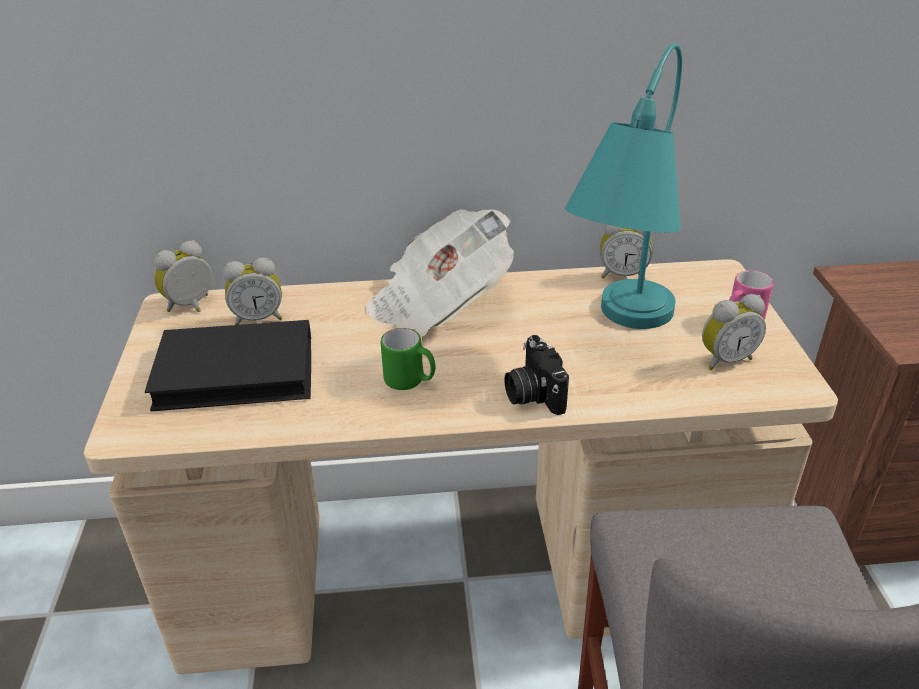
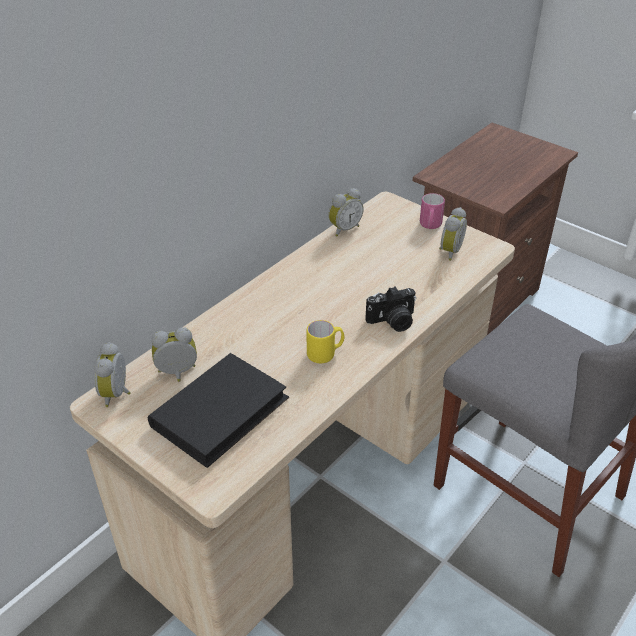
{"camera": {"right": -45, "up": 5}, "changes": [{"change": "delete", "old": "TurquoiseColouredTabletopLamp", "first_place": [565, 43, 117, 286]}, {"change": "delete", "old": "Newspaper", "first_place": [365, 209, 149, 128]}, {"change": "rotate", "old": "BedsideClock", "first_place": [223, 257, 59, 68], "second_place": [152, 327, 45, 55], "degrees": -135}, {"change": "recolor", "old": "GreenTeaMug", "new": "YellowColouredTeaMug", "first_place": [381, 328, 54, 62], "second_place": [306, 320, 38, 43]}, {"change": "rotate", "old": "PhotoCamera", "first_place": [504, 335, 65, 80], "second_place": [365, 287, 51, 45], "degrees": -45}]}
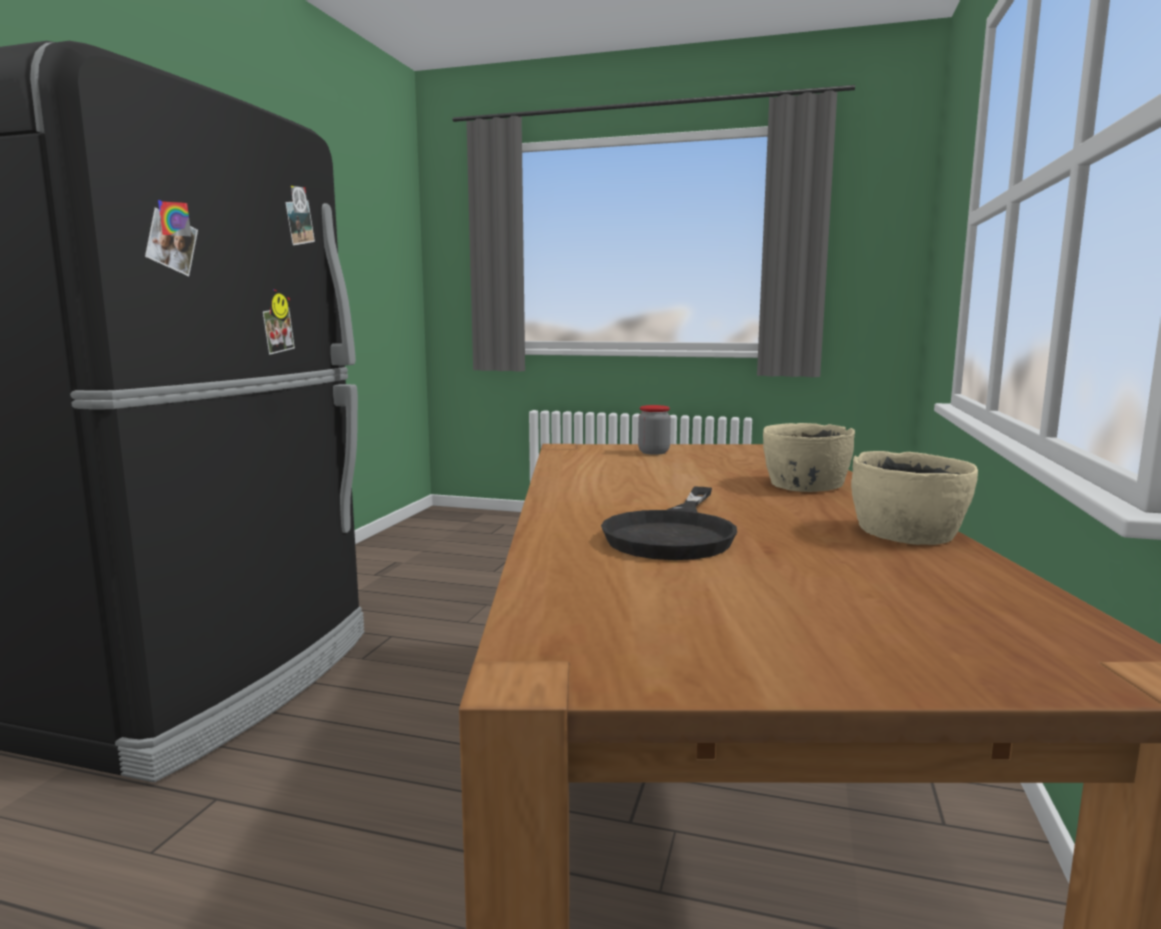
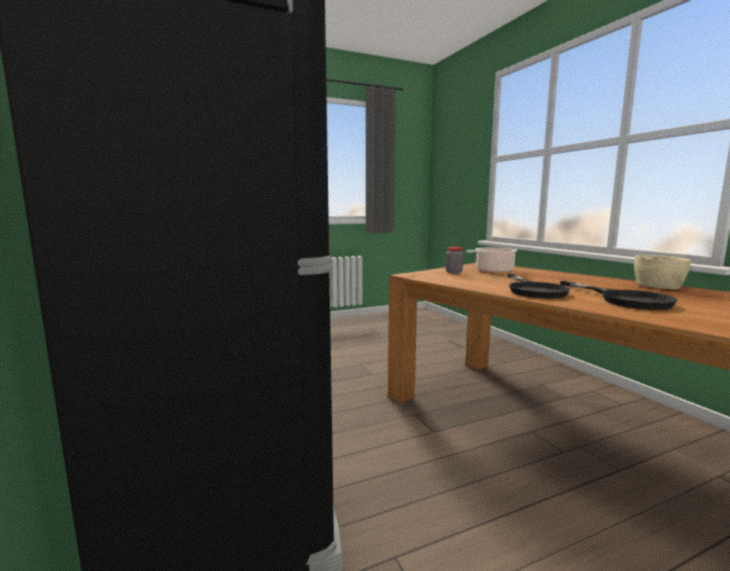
{"camera": {"right": -40, "up": 0}, "changes": [{"change": "delete", "old": "BeigeColouredServingBowl", "first_place": [763, 423, 92, 69]}, {"change": "insert", "new": "Saucepot", "second_place": [466, 248, 51, 25]}, {"change": "insert", "new": "BlackColouredPan", "second_place": [507, 274, 63, 25]}]}
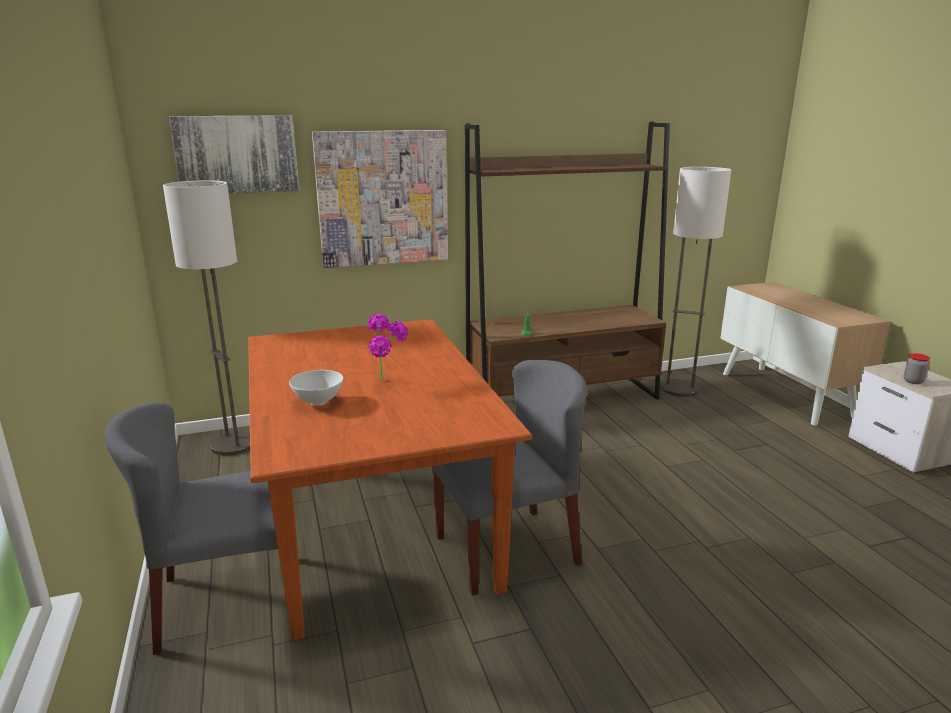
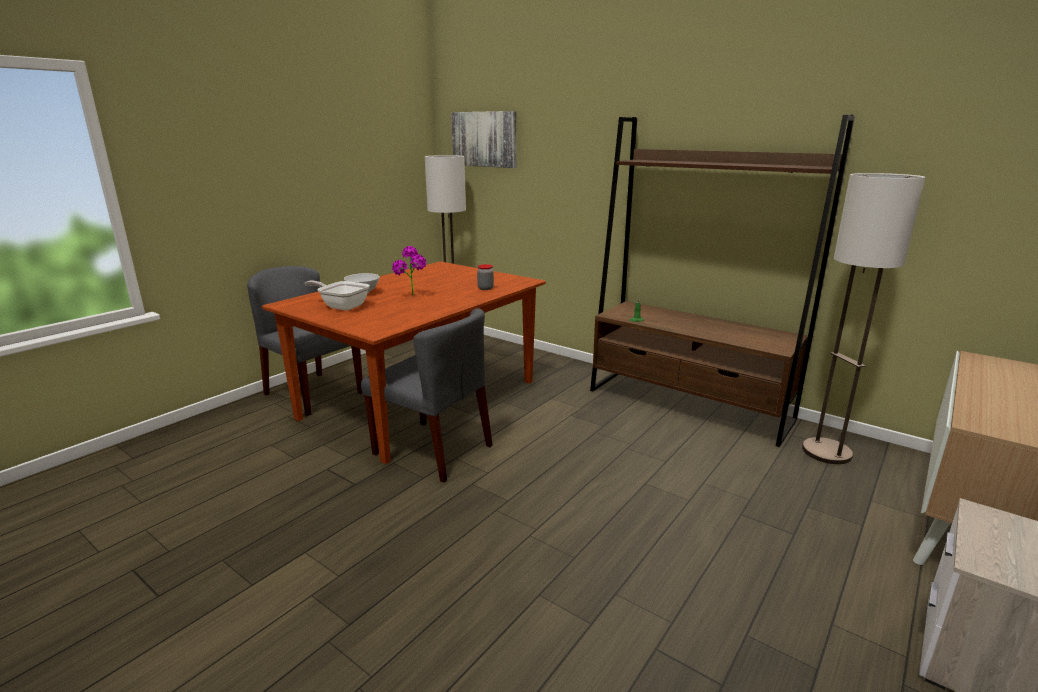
{"camera": {"right": 55, "up": 0}, "changes": [{"change": "delete", "old": "Picture", "first_place": [312, 130, 136, 138]}, {"change": "move", "old": "StorageJar", "first_place": [903, 353, 27, 31], "second_place": [477, 264, 17, 26]}, {"change": "insert", "new": "Pan", "second_place": [305, 280, 65, 30]}]}
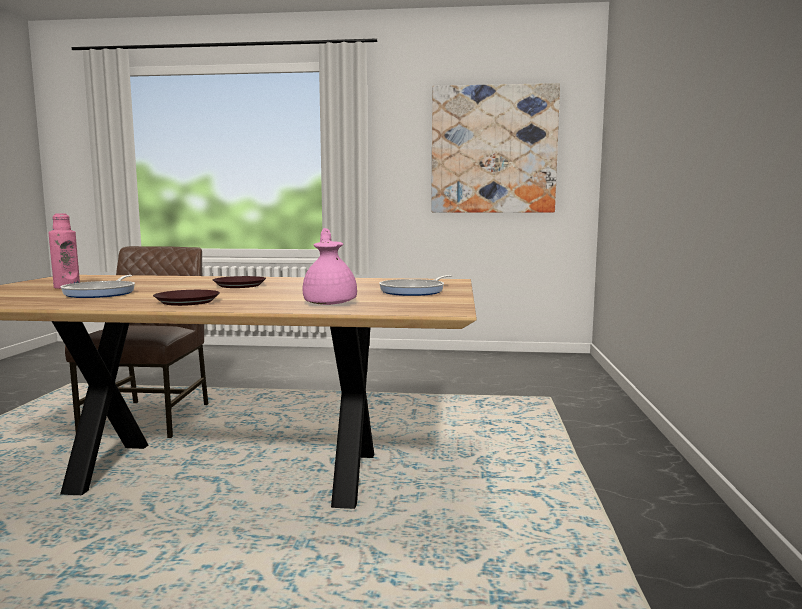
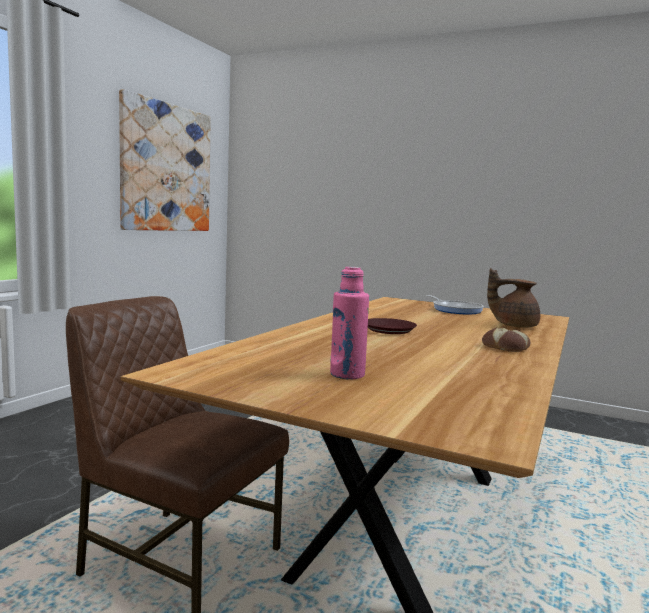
{"camera": {"right": -70, "up": 0}, "changes": [{"change": "recolor", "old": "PinkPotForTea", "new": "BrownColouredPotForTea", "first_place": [302, 228, 55, 77], "second_place": [487, 268, 53, 60]}, {"change": "delete", "old": "Pan", "first_place": [61, 275, 74, 23]}, {"change": "replace", "old": "BrownColouredFlatDish", "new": "BakedBread", "first_place": [153, 290, 67, 16], "second_place": [482, 327, 48, 25]}]}
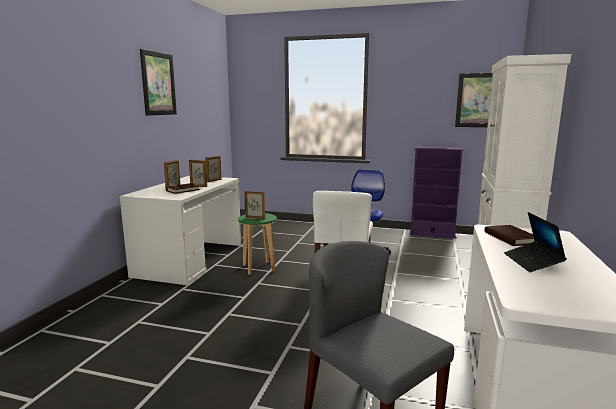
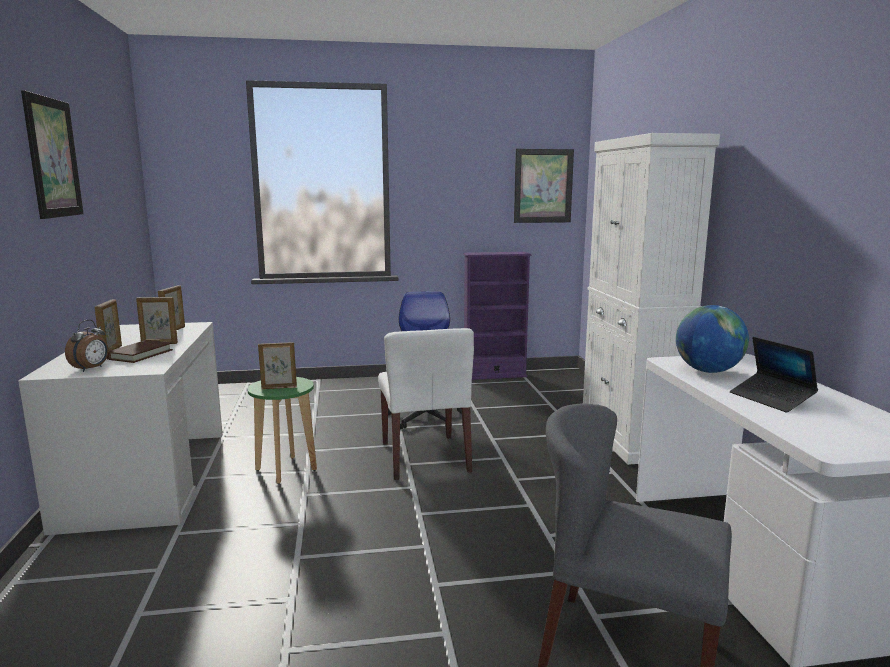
{"camera": {"right": -25, "up": 0}, "changes": [{"change": "replace", "old": "BrownColouredBoundBook", "new": "Globe", "first_place": [484, 225, 50, 21], "second_place": [676, 305, 73, 68]}, {"change": "insert", "new": "BedsideClock", "second_place": [65, 320, 43, 52]}]}
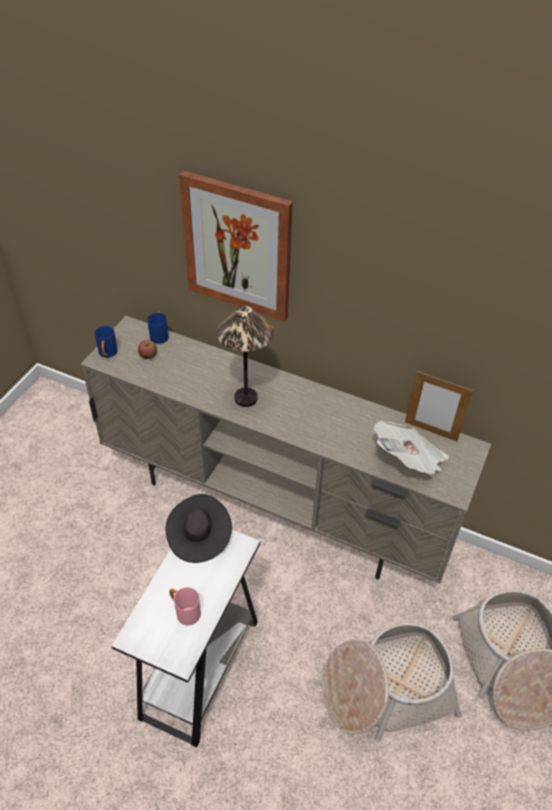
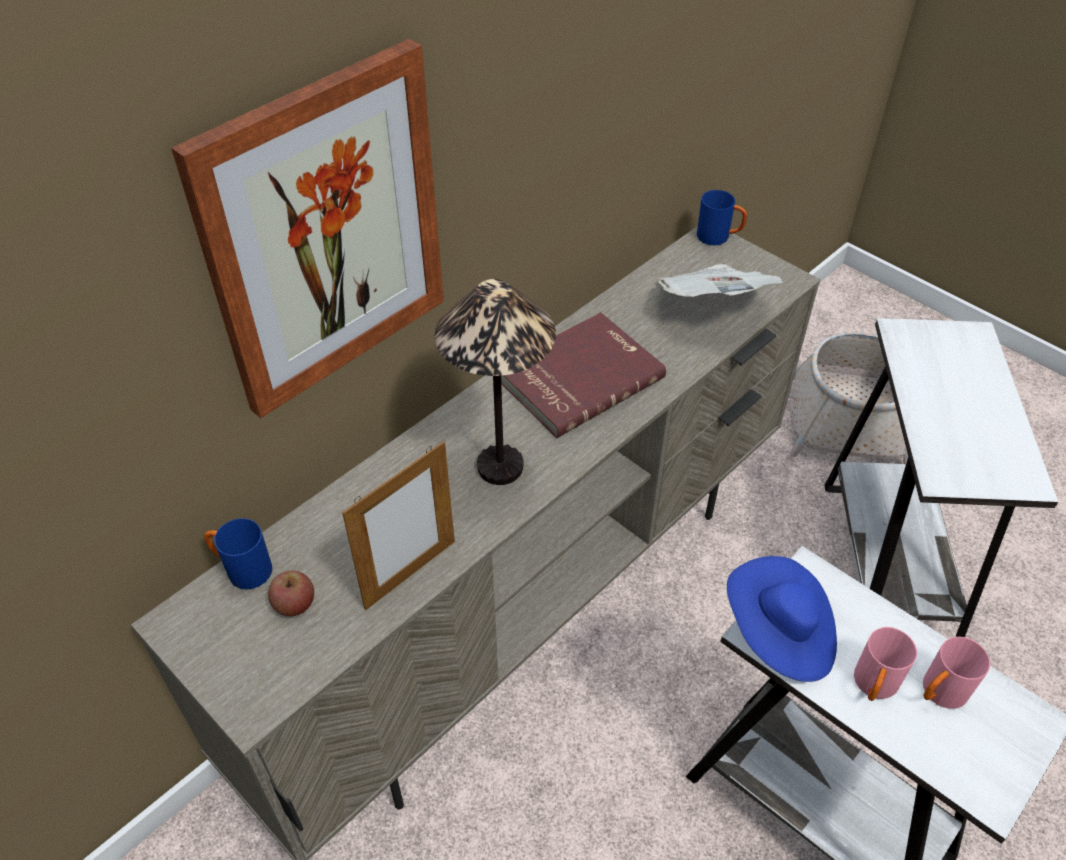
{"camera": {"right": -70, "up": 0}, "changes": [{"change": "move", "old": "BluishTeaMug", "first_place": [95, 326, 23, 32], "second_place": [697, 190, 50, 55]}, {"change": "move", "old": "PictureFrame", "first_place": [405, 371, 68, 70], "second_place": [342, 441, 113, 169]}, {"change": "recolor", "old": "BlackColouredClothingHat", "new": "BluishClothingHat", "first_place": [166, 494, 66, 69], "second_place": [727, 556, 110, 126]}, {"change": "replace", "old": "StorageBasket", "new": "WhitishAccentTable", "first_place": [322, 622, 140, 119], "second_place": [825, 318, 233, 319]}, {"change": "insert", "new": "ReddishBoundBook", "second_place": [501, 313, 165, 125]}, {"change": "insert", "new": "PinkTeaMug", "second_place": [854, 627, 63, 74]}]}
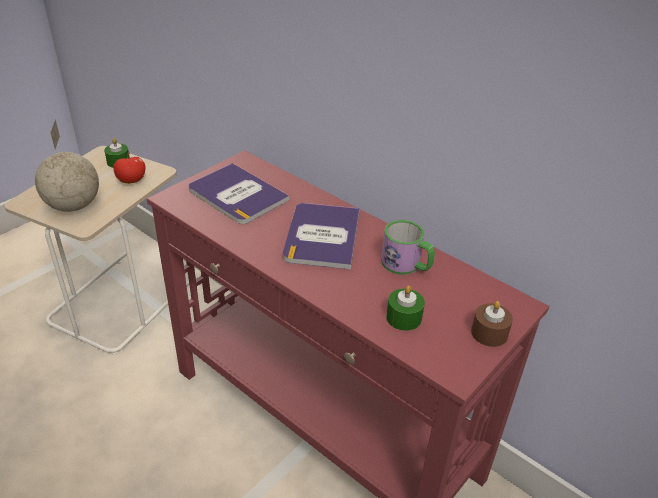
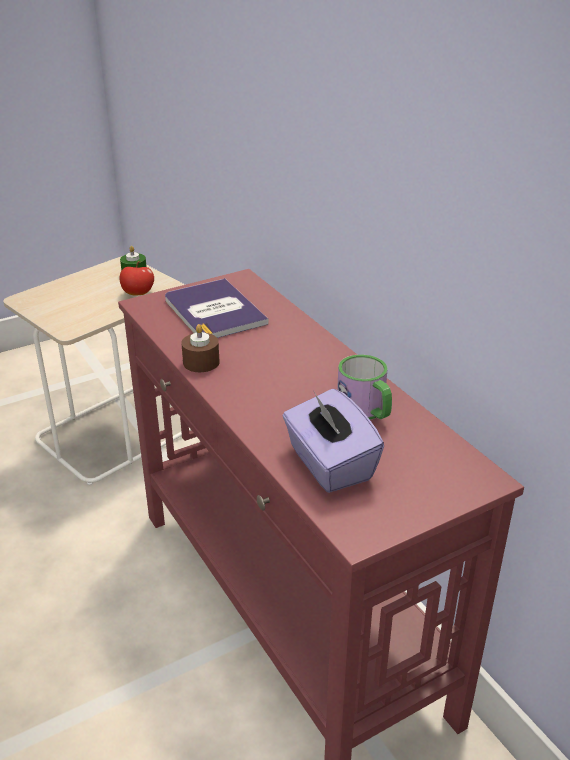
{"camera": {"right": 20, "up": -5}, "changes": [{"change": "delete", "old": "Globe", "first_place": [35, 119, 64, 93]}, {"change": "delete", "old": "BoundBook", "first_place": [283, 203, 77, 67]}, {"change": "replace", "old": "GreenCandle", "new": "PurpleTissueHolder", "first_place": [386, 286, 39, 45], "second_place": [283, 388, 101, 105]}, {"change": "move", "old": "BrownColouredCandle", "first_place": [471, 301, 42, 46], "second_place": [181, 324, 39, 48]}]}
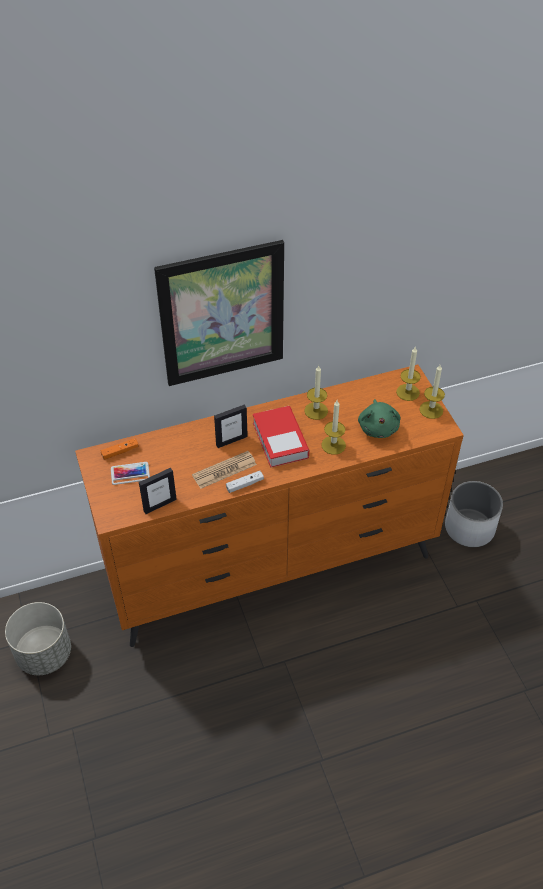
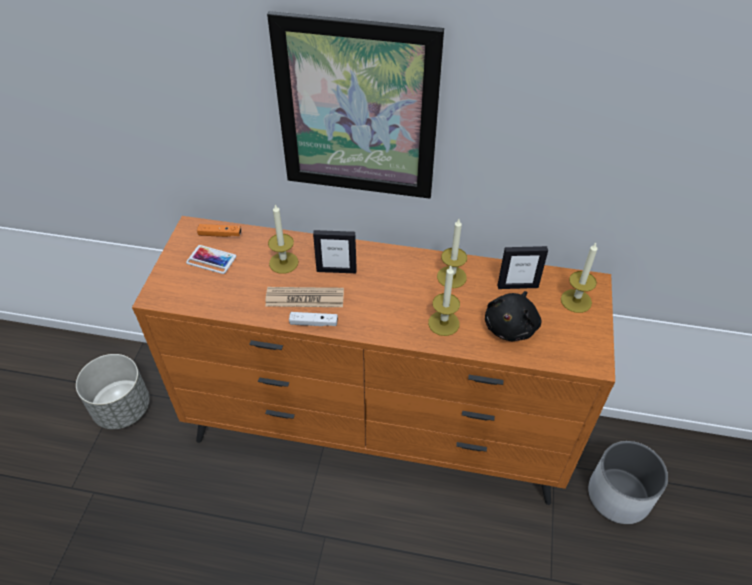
{"camera": {"right": 30, "up": 0}, "changes": [{"change": "move", "old": "Candle", "first_place": [419, 365, 26, 54], "second_place": [268, 203, 30, 71]}, {"change": "recolor", "old": "GreenCuddlyToy", "new": "BlackColouredCuddlyToy", "first_place": [358, 399, 43, 39], "second_place": [485, 291, 56, 50]}, {"change": "delete", "old": "BoundBook", "first_place": [253, 406, 56, 62]}, {"change": "move", "old": "PictureFrame", "first_place": [139, 468, 38, 46], "second_place": [498, 246, 50, 43]}]}
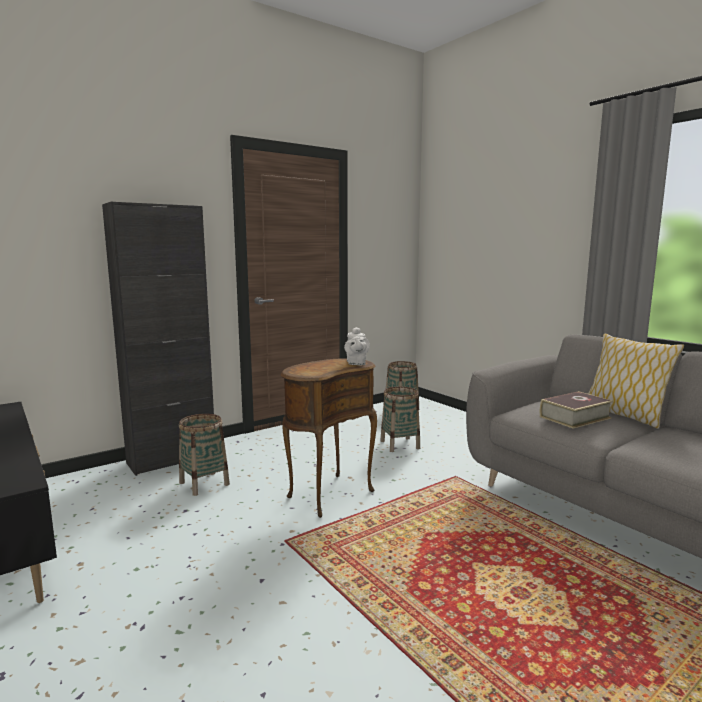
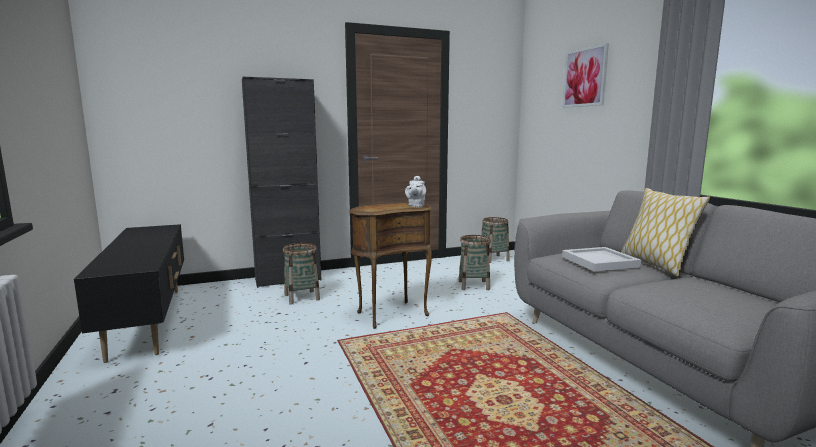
{"camera": {"right": 15, "up": 0}, "changes": [{"change": "replace", "old": "BoundBook", "new": "WhitishServingTray", "first_place": [540, 391, 73, 38], "second_place": [562, 247, 79, 24]}, {"change": "insert", "new": "Picture", "second_place": [562, 43, 47, 65]}]}
